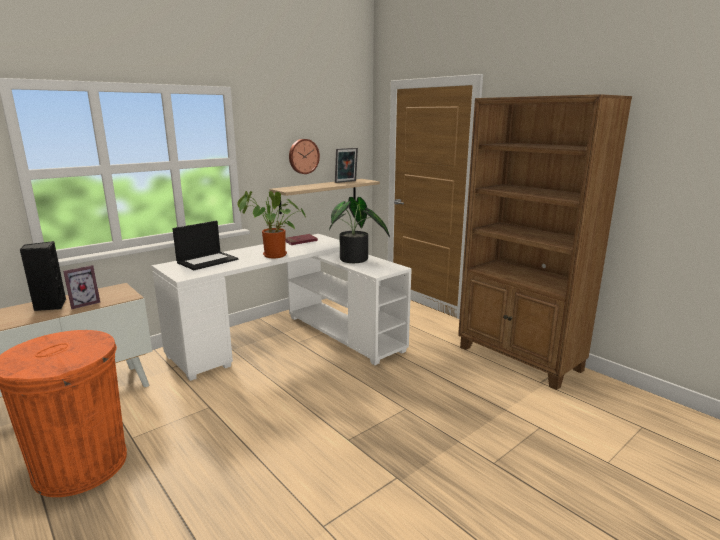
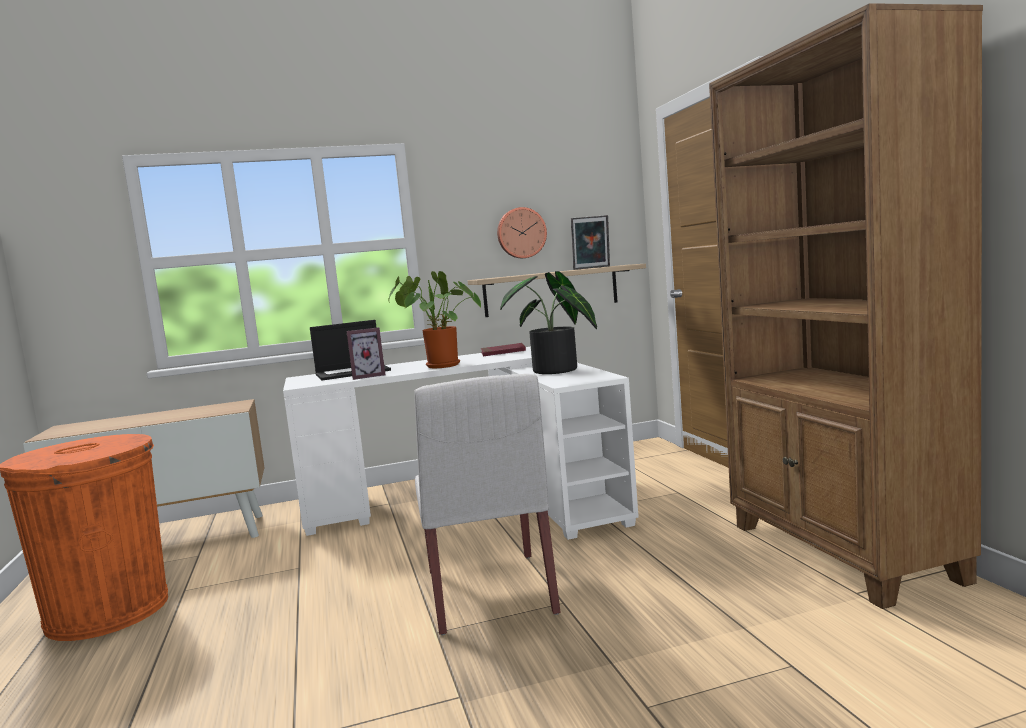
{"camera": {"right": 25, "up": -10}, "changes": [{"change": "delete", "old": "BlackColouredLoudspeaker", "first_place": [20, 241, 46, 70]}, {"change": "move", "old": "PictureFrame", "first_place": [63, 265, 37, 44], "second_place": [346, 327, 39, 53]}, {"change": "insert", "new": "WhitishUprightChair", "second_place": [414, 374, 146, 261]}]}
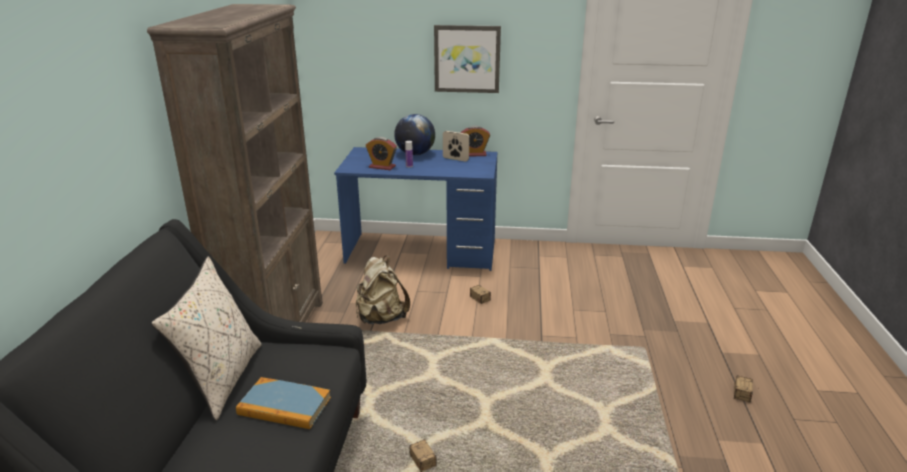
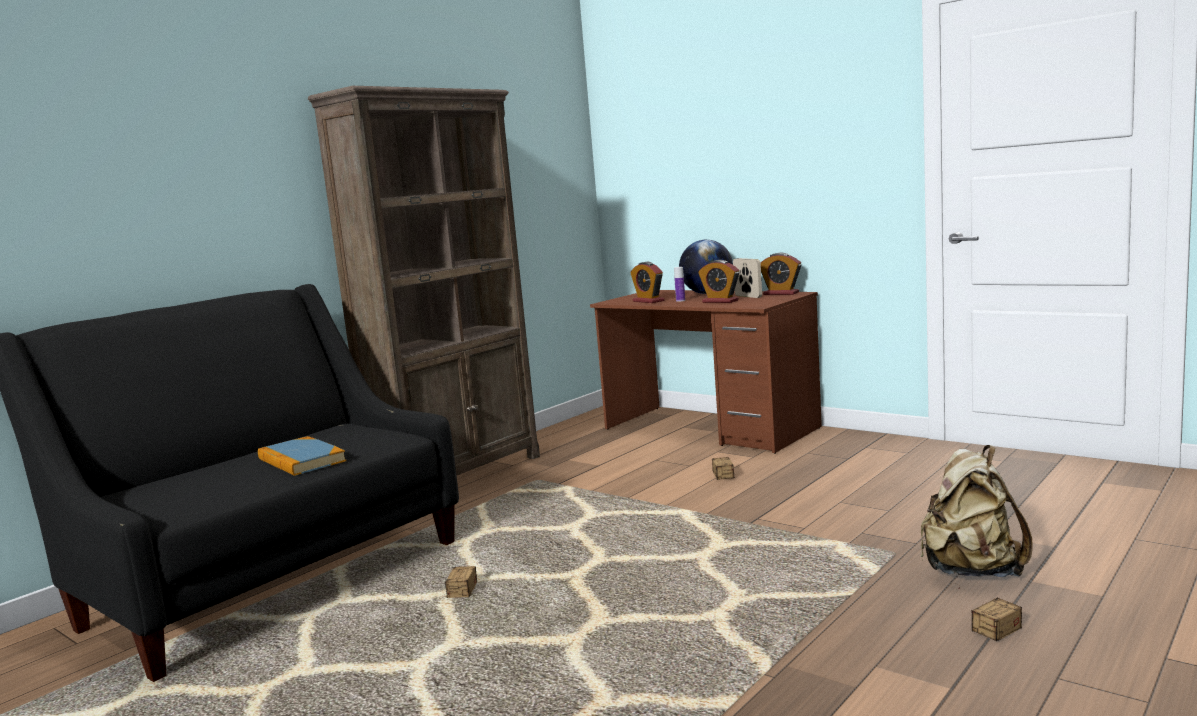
{"camera": {"right": 35, "up": -15}, "changes": [{"change": "delete", "old": "Picture", "first_place": [434, 25, 67, 68]}, {"change": "recolor", "old": "BluishDeskUnit", "new": "BrownColouredDeskUnit", "first_place": [334, 147, 164, 124], "second_place": [590, 290, 232, 164]}, {"change": "delete", "old": "BeigeColouredCushion", "first_place": [151, 256, 111, 164]}, {"change": "move", "old": "BeigeColouredBackpack", "first_place": [356, 256, 54, 68], "second_place": [921, 445, 112, 132]}, {"change": "insert", "new": "BedsideClock", "second_place": [698, 260, 41, 43]}]}
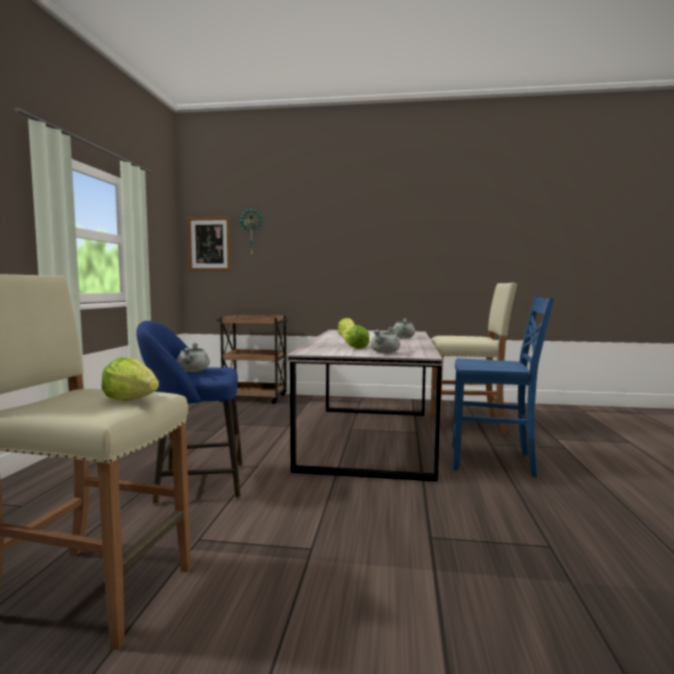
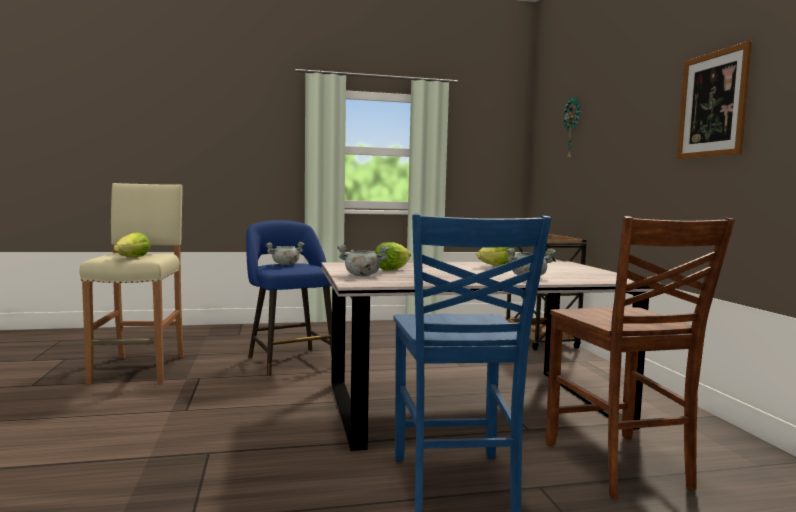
{"camera": {"right": 70, "up": 0}, "changes": [{"change": "move", "old": "Picture", "first_place": [188, 217, 43, 54], "second_place": [677, 41, 75, 118]}, {"change": "replace", "old": "BeigeColouredSittingStool", "new": "BrownColouredUprightChair", "first_place": [430, 283, 87, 153], "second_place": [546, 216, 189, 283]}]}
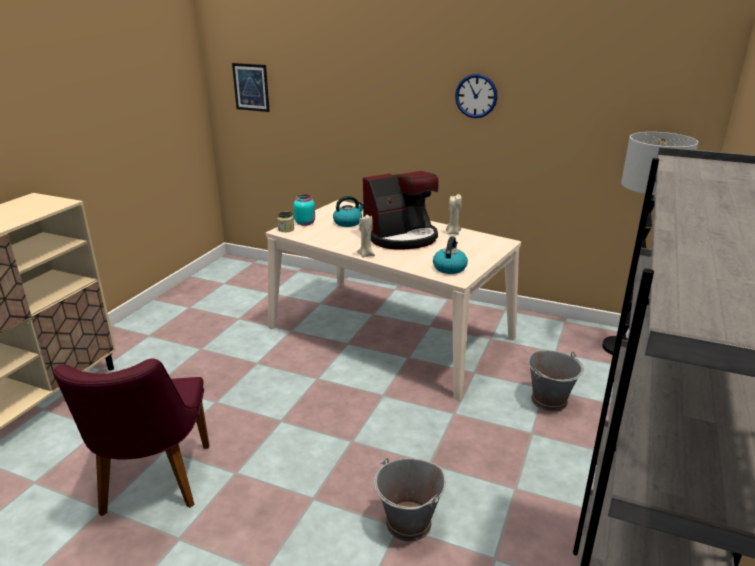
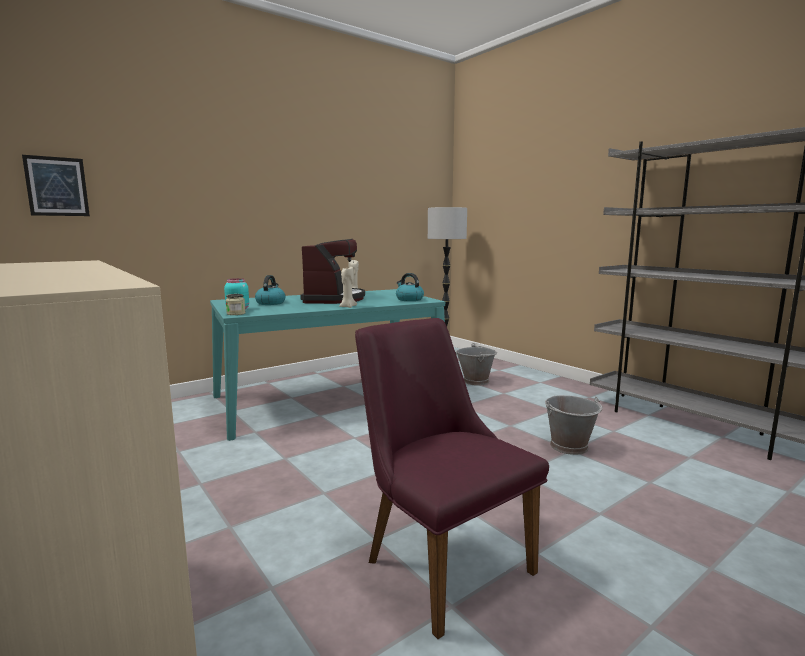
{"camera": {"right": -60, "up": -15}, "changes": [{"change": "delete", "old": "HangingClock", "first_place": [455, 74, 43, 44]}, {"change": "recolor", "old": "BeigeColouredDinnerTable", "new": "TurquoiseColouredDinnerTable", "first_place": [266, 200, 255, 201], "second_place": [210, 289, 235, 152]}, {"change": "rotate", "old": "PurpleUprightChair", "first_place": [53, 358, 156, 158], "second_place": [355, 318, 194, 321], "degrees": -150}]}
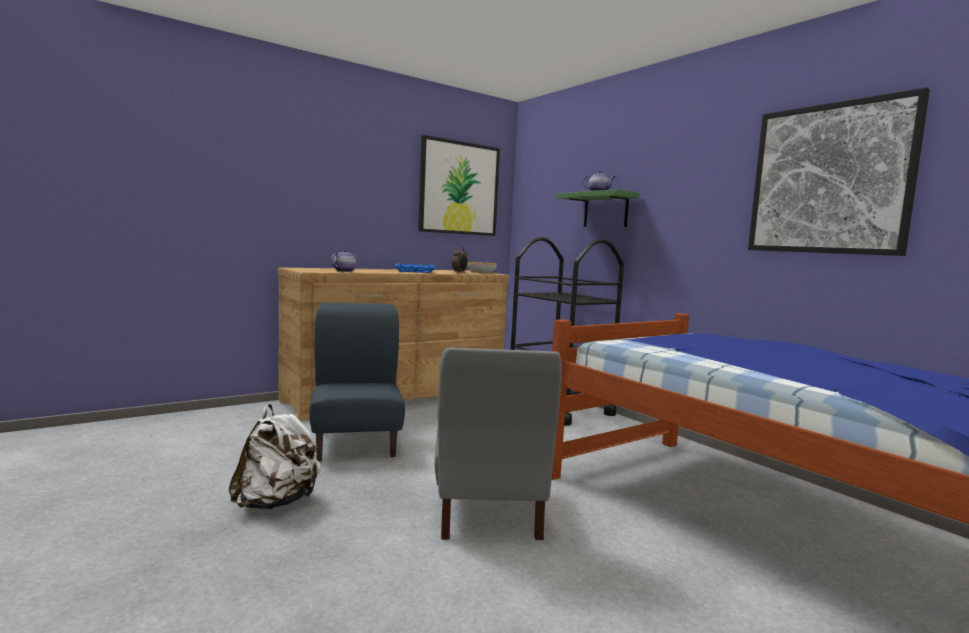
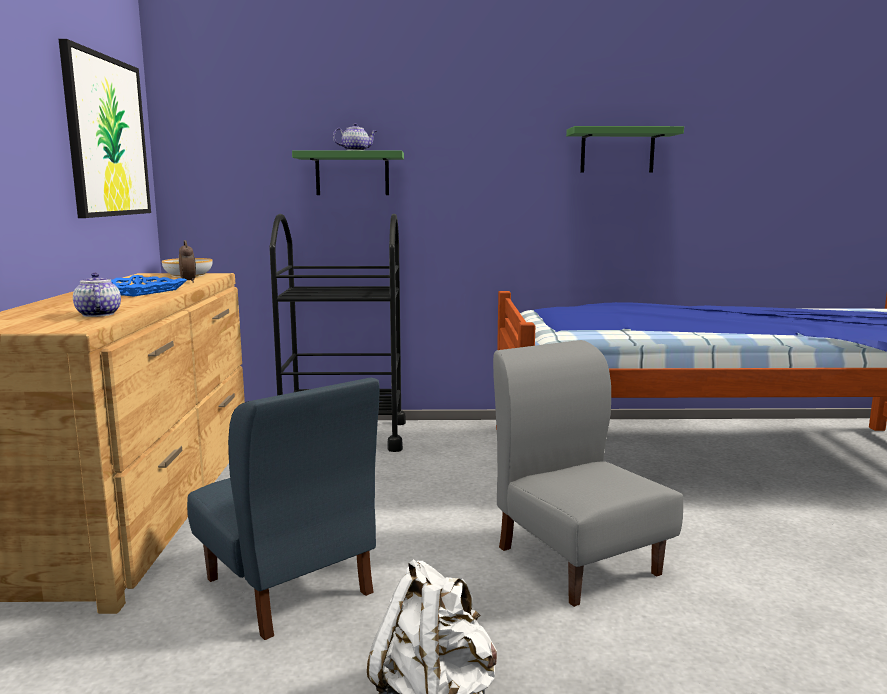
{"camera": {"right": -55, "up": 5}, "changes": [{"change": "replace", "old": "Picture", "new": "GreenBracketShelf", "first_place": [748, 88, 182, 168], "second_place": [566, 126, 118, 47]}, {"change": "rotate", "old": "BluishUprightChair", "first_place": [309, 302, 96, 159], "second_place": [187, 378, 193, 262], "degrees": -150}, {"change": "rotate", "old": "GreyishUprightChair", "first_place": [434, 347, 128, 193], "second_place": [493, 340, 190, 267], "degrees": -150}]}
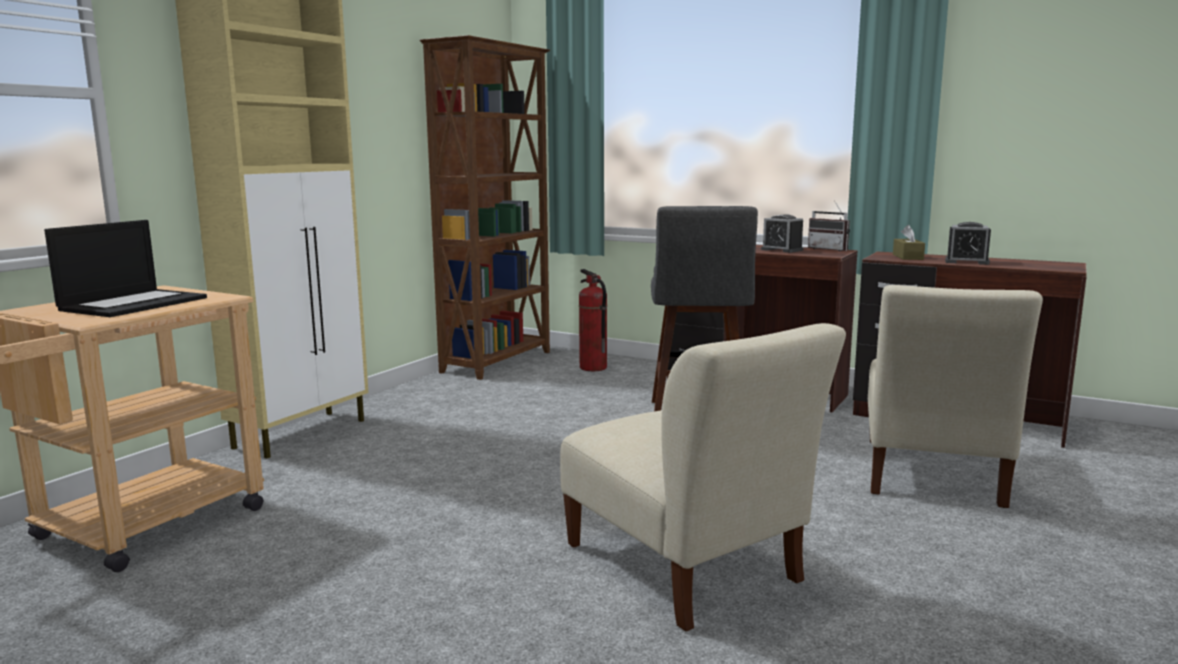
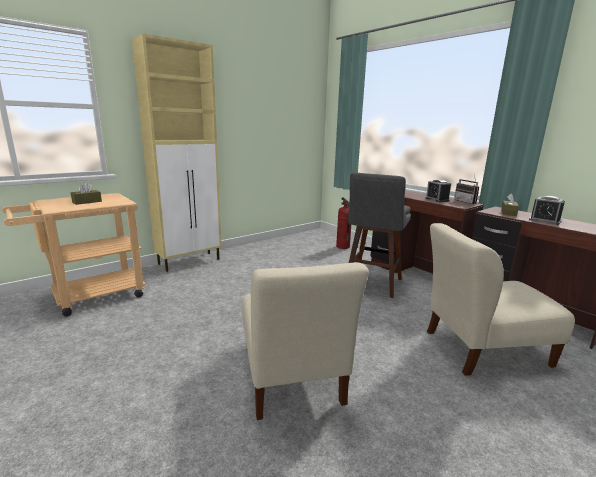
{"camera": {"right": 20, "up": 5}, "changes": [{"change": "delete", "old": "BrownColouredBookshelf", "first_place": [420, 35, 130, 345]}, {"change": "replace", "old": "PortableComputer", "new": "BrownColouredTissueHolder", "first_place": [44, 220, 163, 97], "second_place": [71, 182, 31, 23]}, {"change": "rotate", "old": "BeigeColouredUprightChair", "first_place": [868, 285, 175, 223], "second_place": [427, 223, 148, 153], "degrees": 45}]}
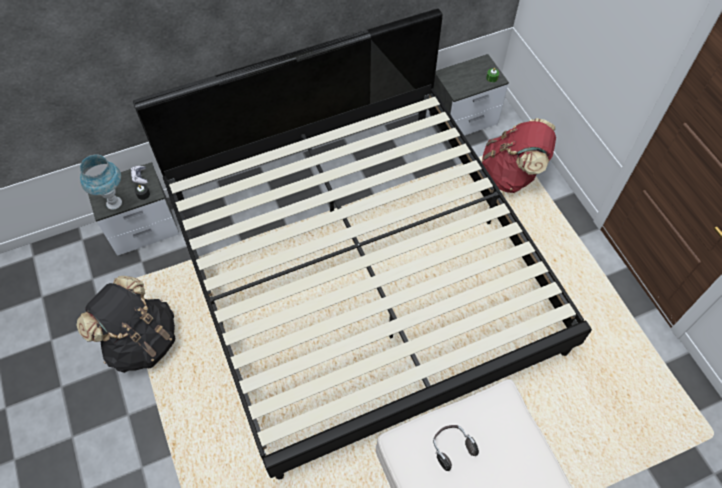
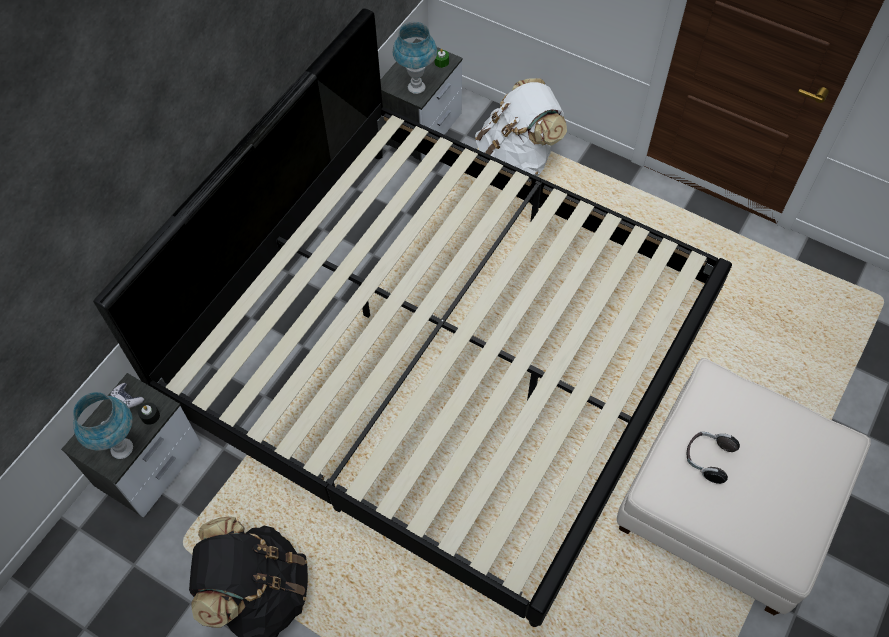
{"camera": {"right": -35, "up": 0}, "changes": [{"change": "recolor", "old": "ReddishBackpack", "new": "WhitishBackpack", "first_place": [482, 118, 74, 75], "second_place": [475, 78, 92, 98]}, {"change": "insert", "new": "BluishTabletopLamp", "second_place": [392, 22, 45, 72]}]}
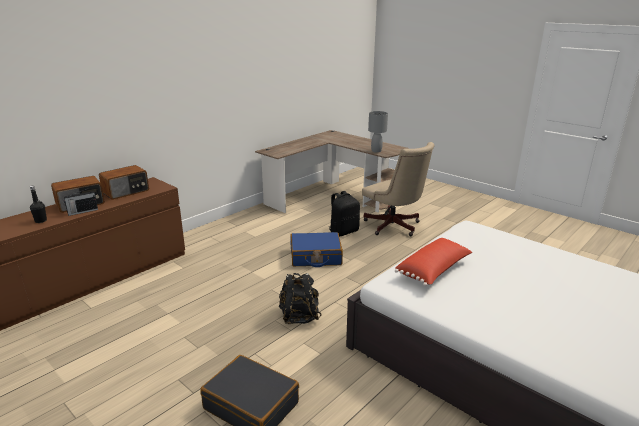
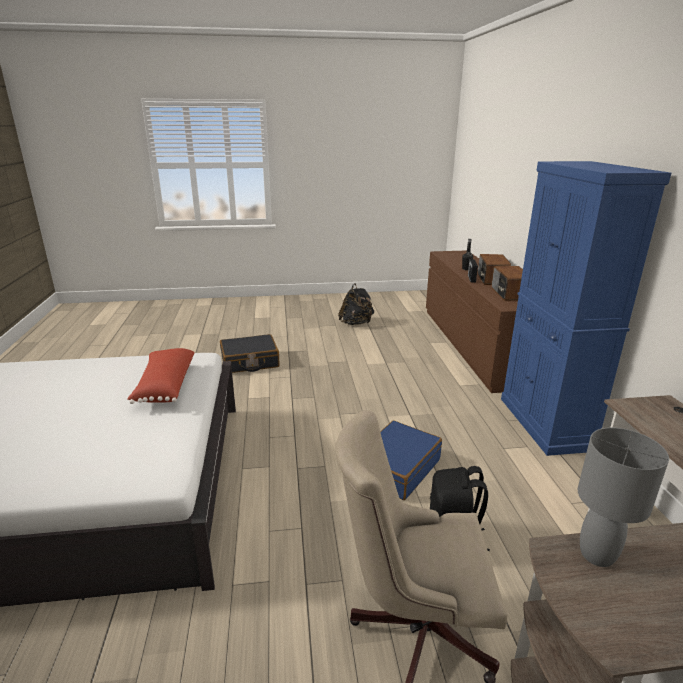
{"camera": {"right": 130, "up": 0}, "changes": [{"change": "move", "old": "BlackColouredBackpack", "first_place": [279, 273, 43, 51], "second_place": [338, 283, 36, 42]}, {"change": "insert", "new": "BluishStorageCabinet", "second_place": [501, 161, 170, 295]}]}
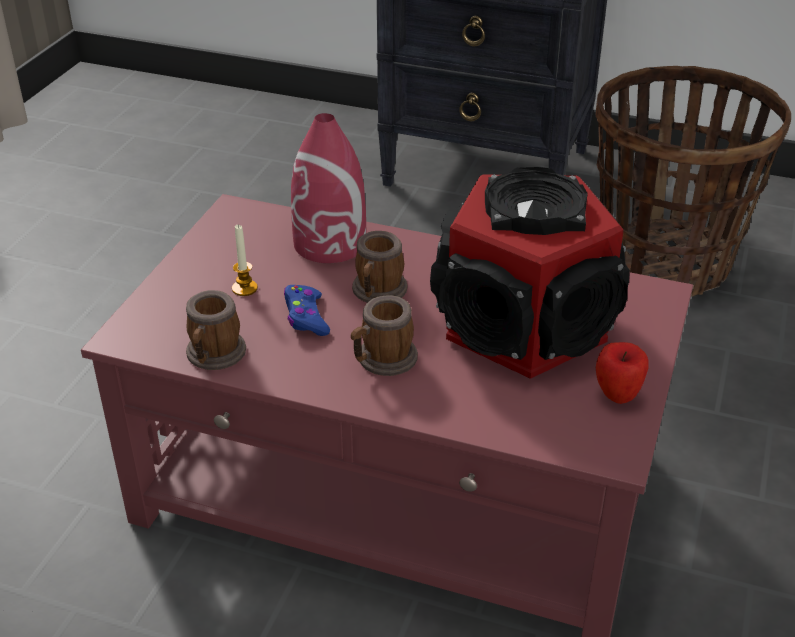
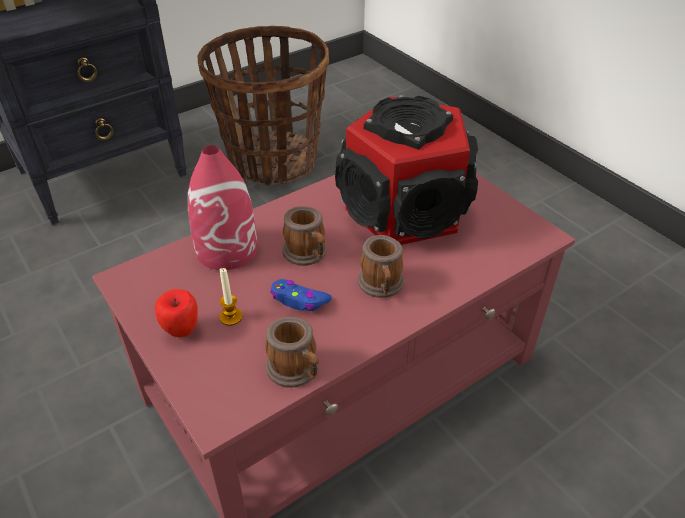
{"camera": {"right": -55, "up": 5}, "changes": [{"change": "move", "old": "AppleFruit", "first_place": [596, 342, 53, 62], "second_place": [155, 289, 43, 48]}]}
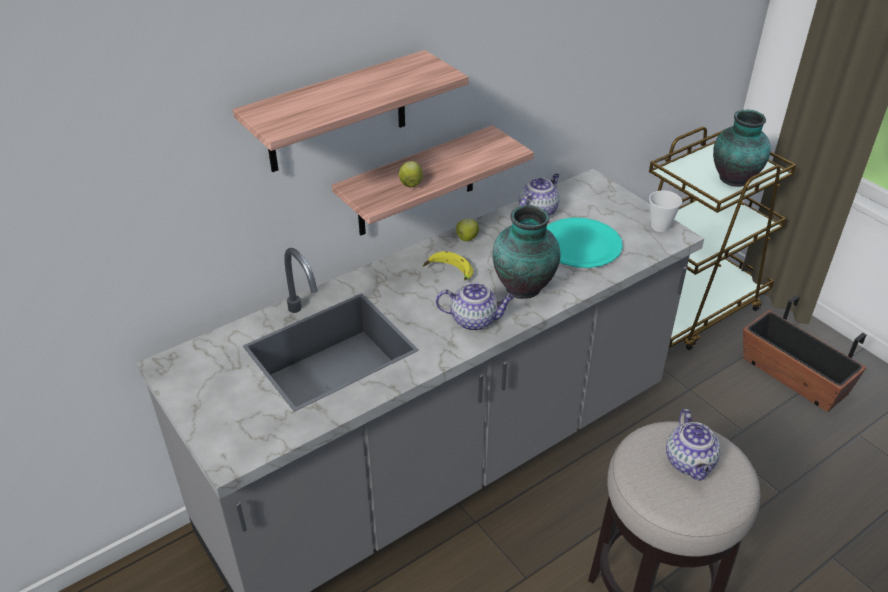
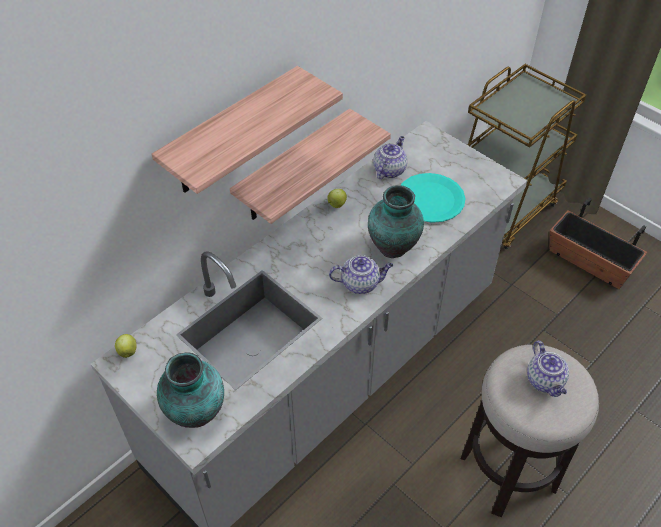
{"camera": {"right": -10, "up": 10}, "changes": [{"change": "move", "old": "DecorativeVase", "first_place": [713, 110, 58, 77], "second_place": [157, 353, 67, 75]}, {"change": "move", "old": "AppleFruit", "first_place": [399, 161, 24, 26], "second_place": [115, 334, 22, 24]}, {"change": "delete", "old": "Cup", "first_place": [649, 190, 33, 42]}, {"change": "delete", "old": "Banana", "first_place": [423, 251, 50, 29]}]}
